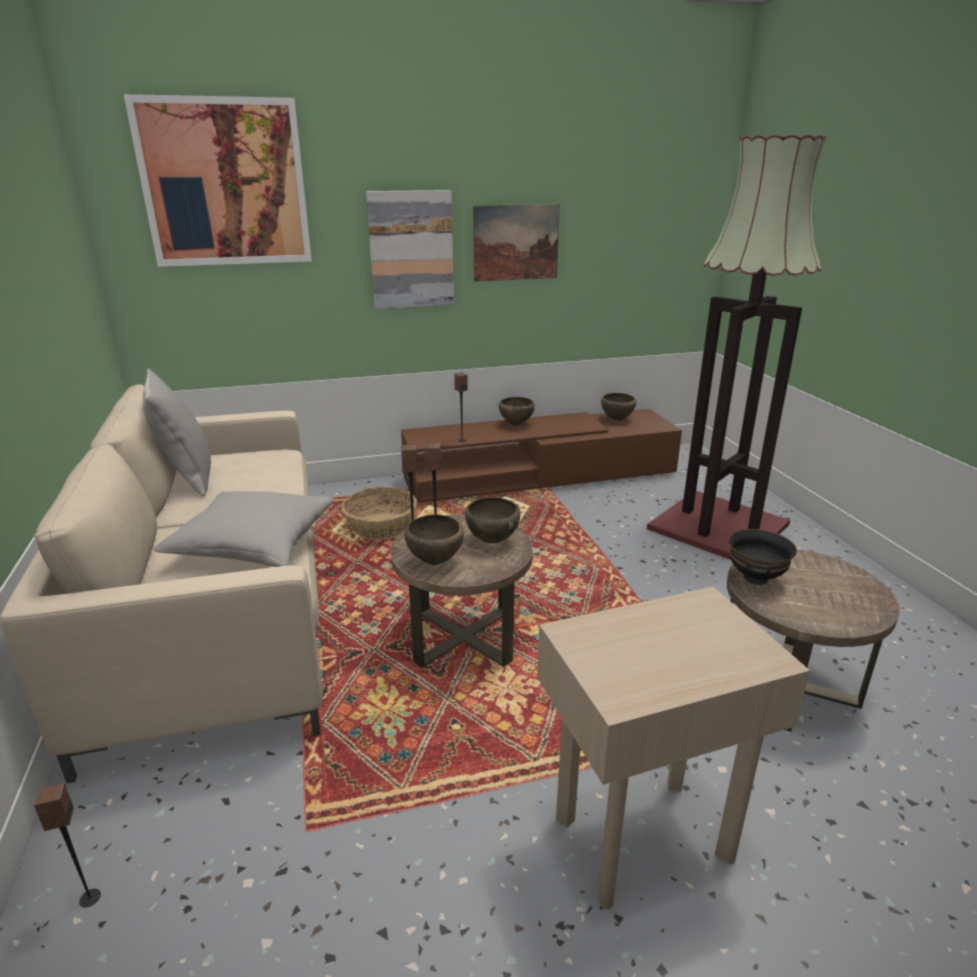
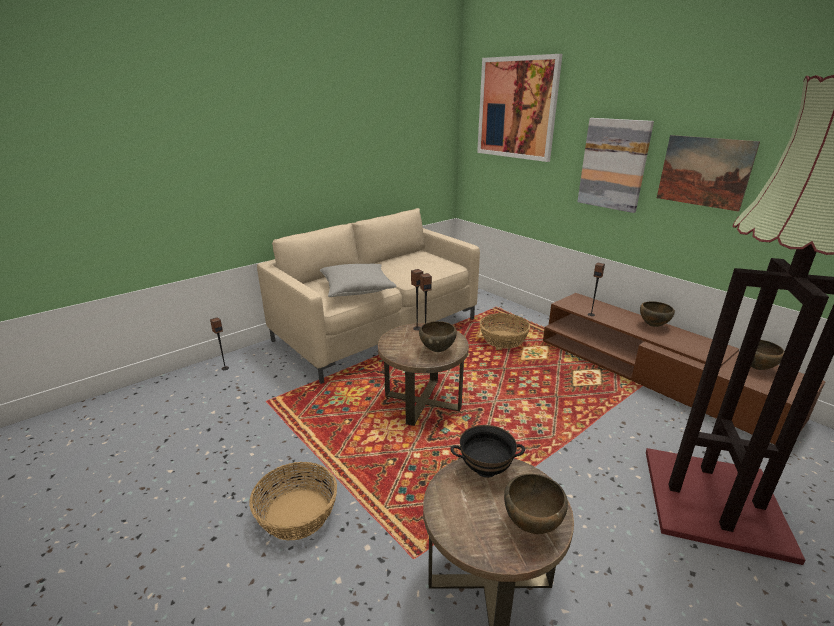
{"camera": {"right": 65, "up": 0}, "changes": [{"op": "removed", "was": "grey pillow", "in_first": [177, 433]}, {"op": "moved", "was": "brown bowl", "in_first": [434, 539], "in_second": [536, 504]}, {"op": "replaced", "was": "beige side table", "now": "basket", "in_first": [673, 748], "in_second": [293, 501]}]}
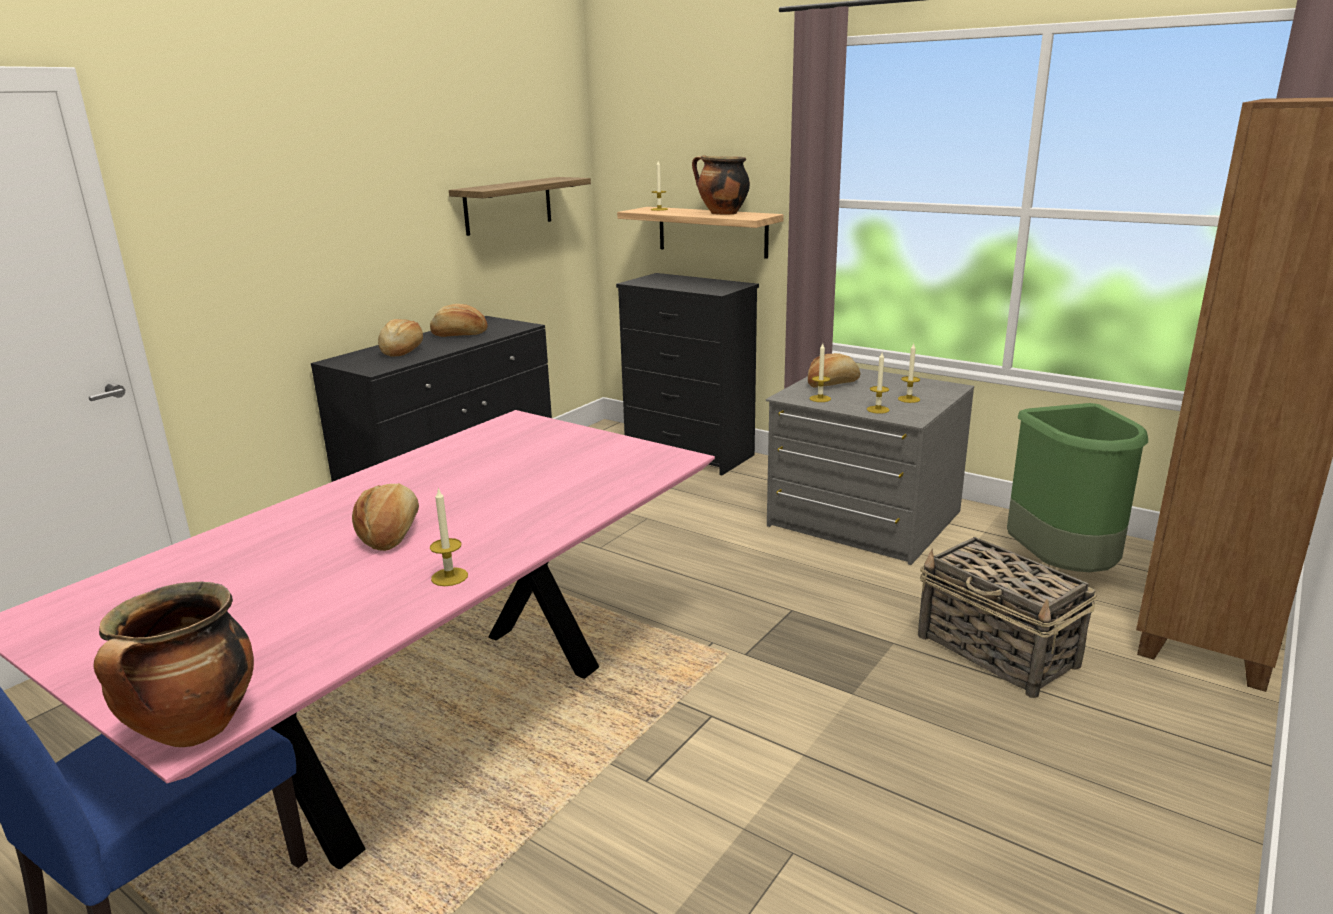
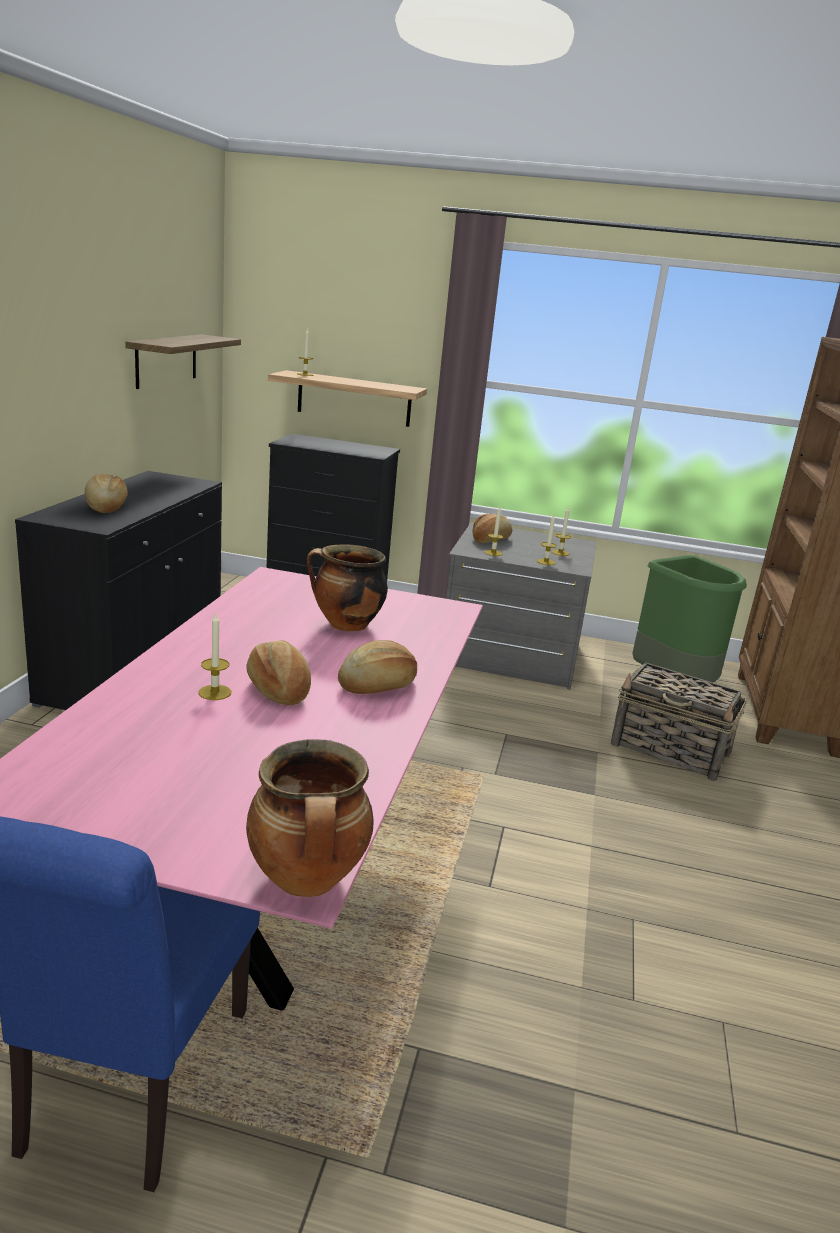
{"camera": {"right": -25, "up": 0}, "changes": [{"op": "moved", "was": "bread", "in_first": [458, 320], "in_second": [377, 667]}, {"op": "moved", "was": "candle", "in_first": [449, 536], "in_second": [215, 657]}, {"op": "moved", "was": "cooking pot", "in_first": [721, 185], "in_second": [347, 588]}]}
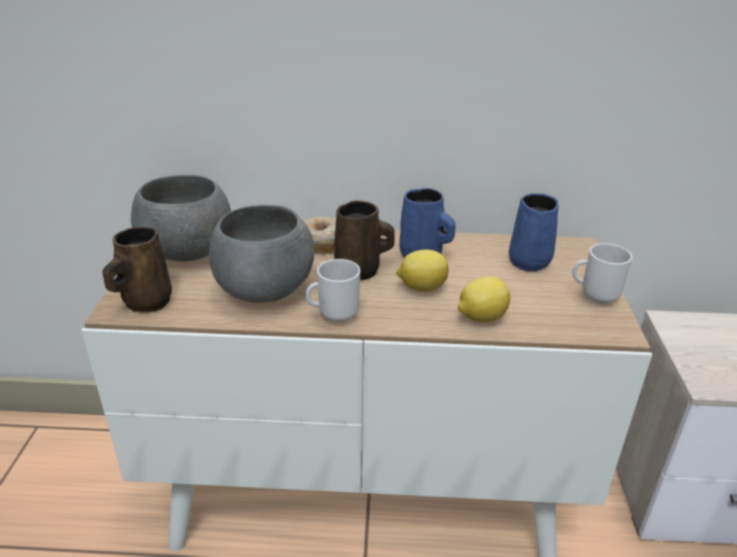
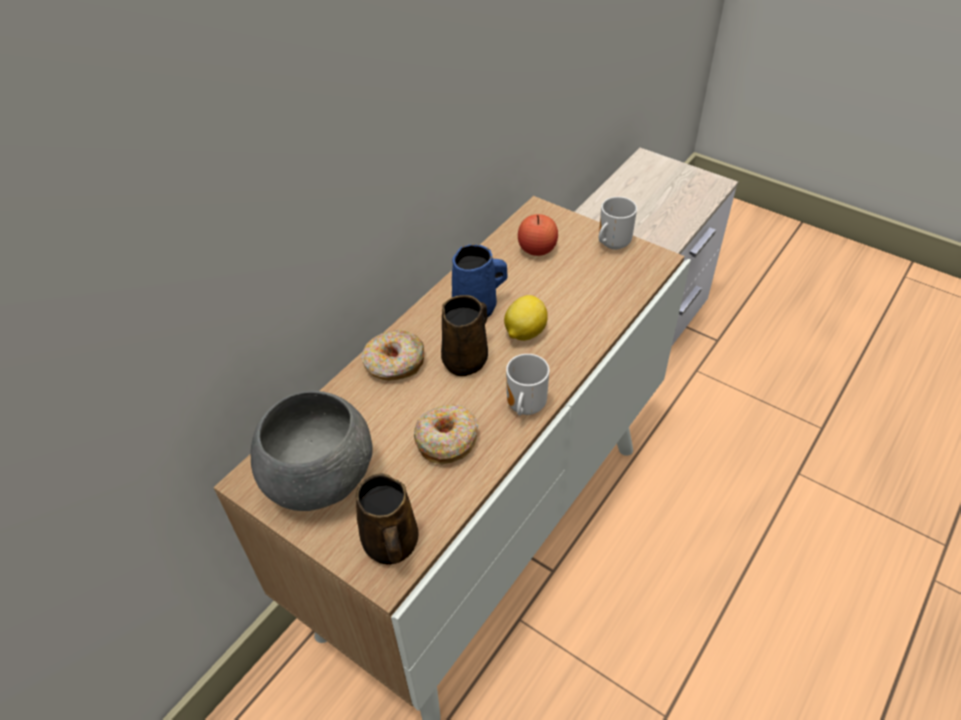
{"camera": {"right": -55, "up": 15}, "changes": [{"op": "replaced", "was": "grey bowl", "now": "donut", "in_first": [261, 254], "in_second": [446, 434]}, {"op": "removed", "was": "lemon", "in_first": [484, 299]}, {"op": "replaced", "was": "blue mug", "now": "apple", "in_first": [534, 232], "in_second": [538, 235]}]}
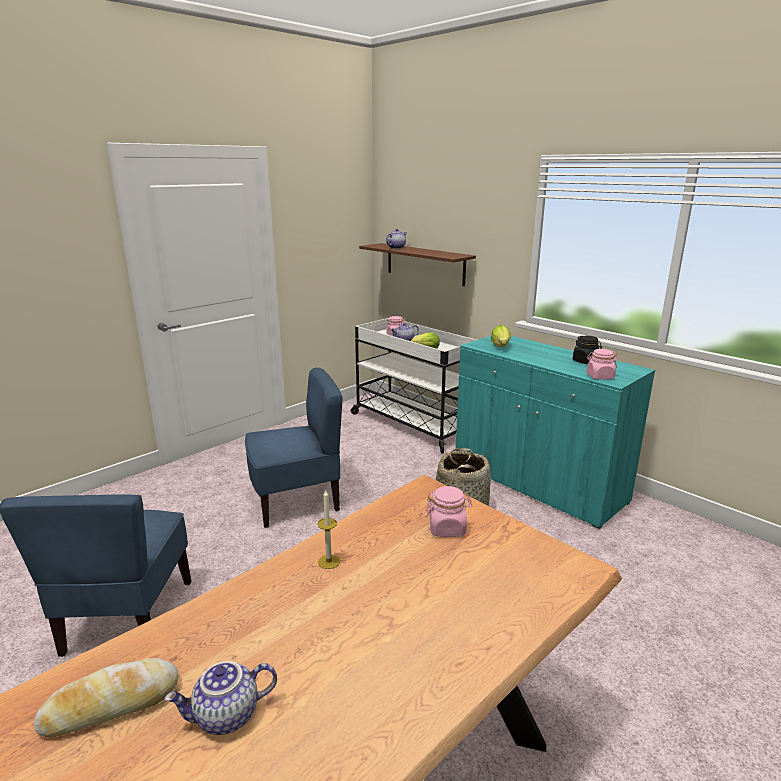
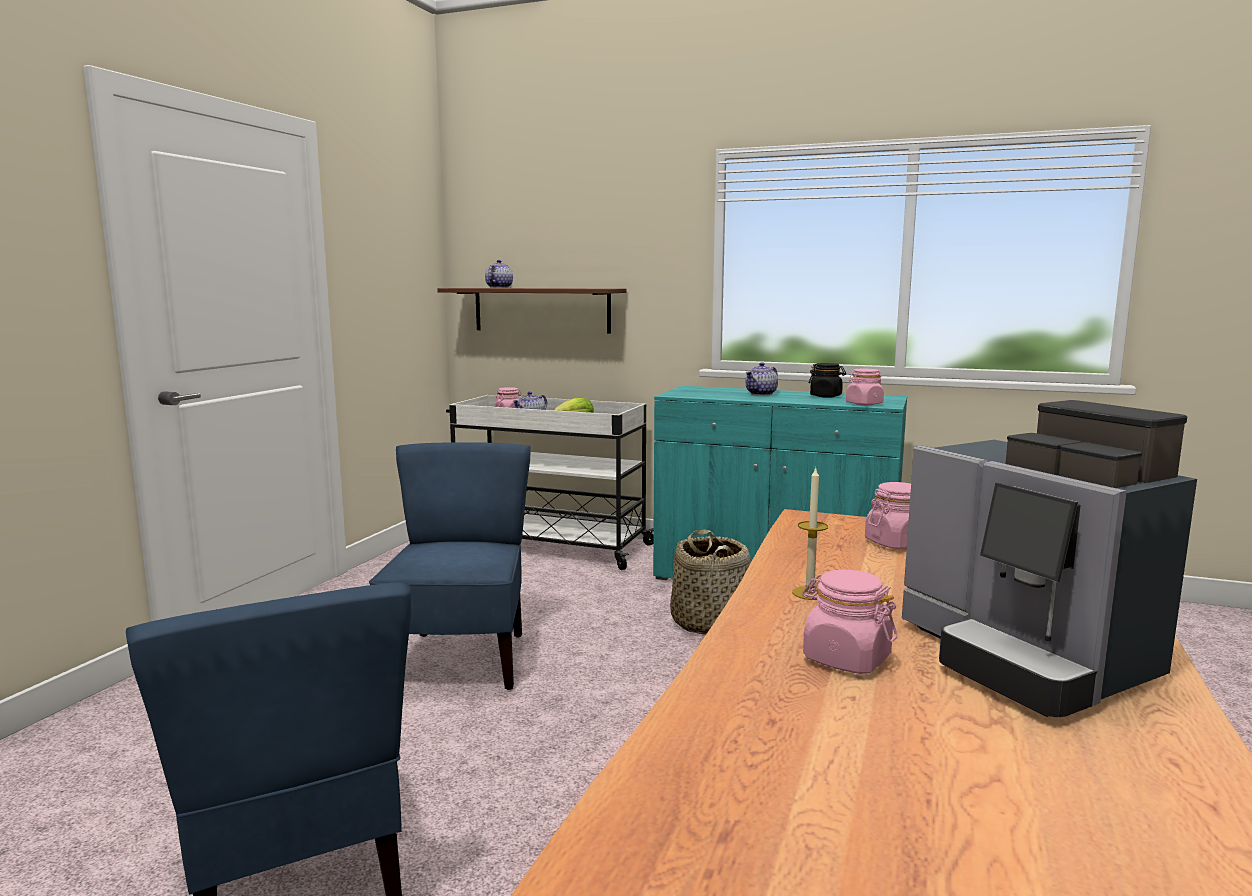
{"camera": {"right": -25, "up": -10}, "changes": [{"op": "removed", "was": "bread", "in_first": [106, 697]}, {"op": "moved", "was": "teapot", "in_first": [220, 698], "in_second": [762, 379]}, {"op": "turned", "was": "blue chair", "in_first": [293, 448], "in_second": [450, 566], "clockwise": -45}, {"op": "removed", "was": "lettuce", "in_first": [501, 336]}, {"op": "added", "now": "pink jar", "in_second": [849, 622]}, {"op": "added", "now": "coffee machine", "in_second": [1049, 559]}]}
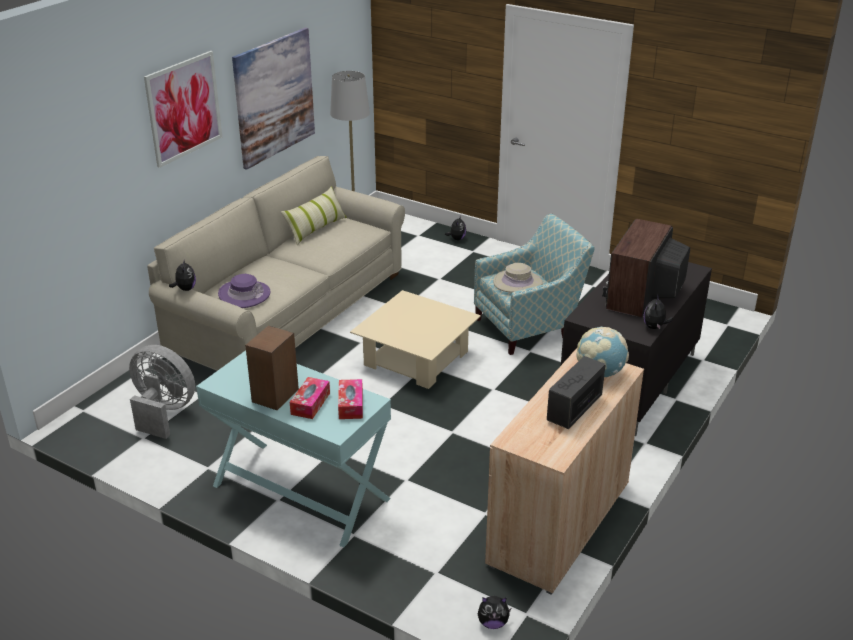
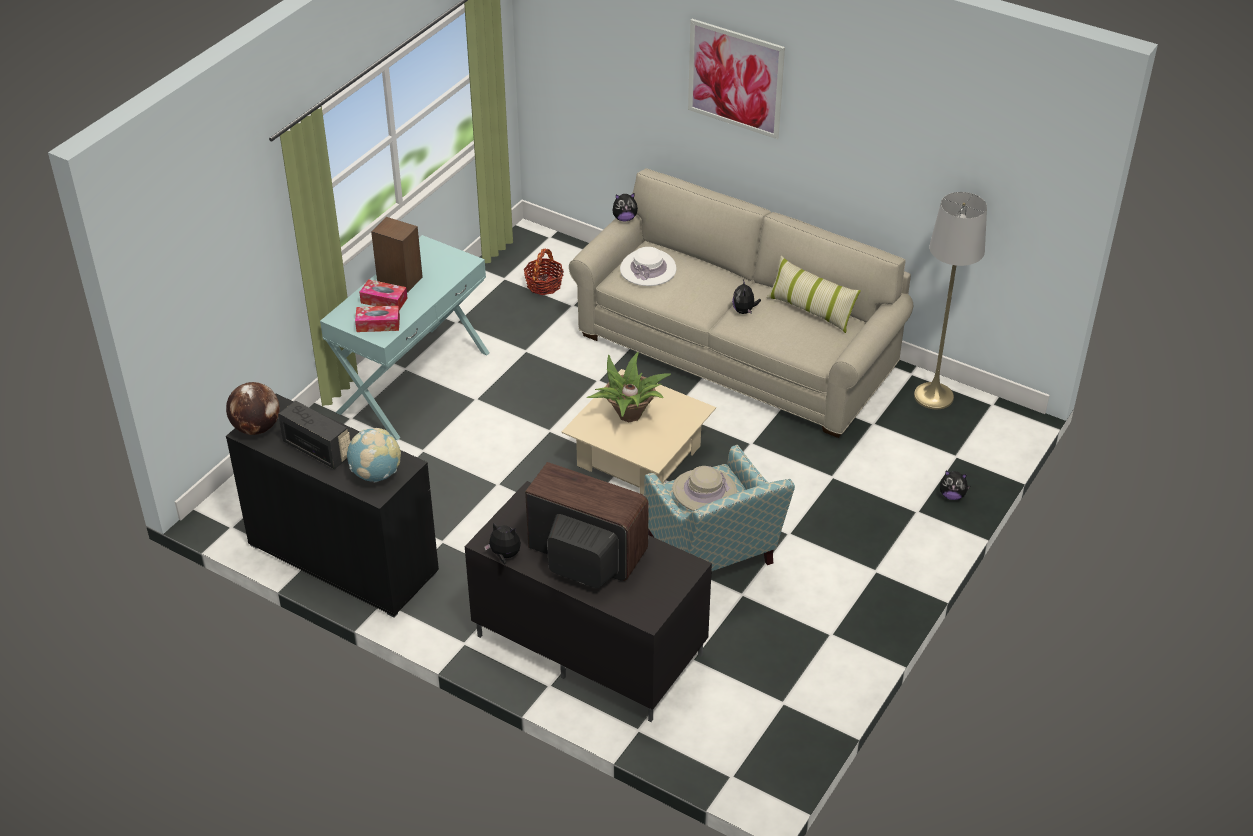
{"camera": {"right": 90, "up": 10}, "changes": [{"op": "replaced", "was": "grey fan", "now": "basket", "in_first": [162, 392], "in_second": [544, 272]}, {"op": "recoloured", "was": "purple hat", "now": "white hat", "in_first": [244, 291], "in_second": [648, 266]}, {"op": "removed", "was": "picture", "in_first": [273, 99]}, {"op": "moved", "was": "plush toy", "in_first": [494, 612], "in_second": [746, 296]}, {"op": "recoloured", "was": "beige cabinet", "now": "black cabinet", "in_first": [564, 471], "in_second": [332, 505]}, {"op": "added", "now": "globe", "in_second": [253, 408]}, {"op": "added", "now": "potted plant", "in_second": [629, 387]}]}
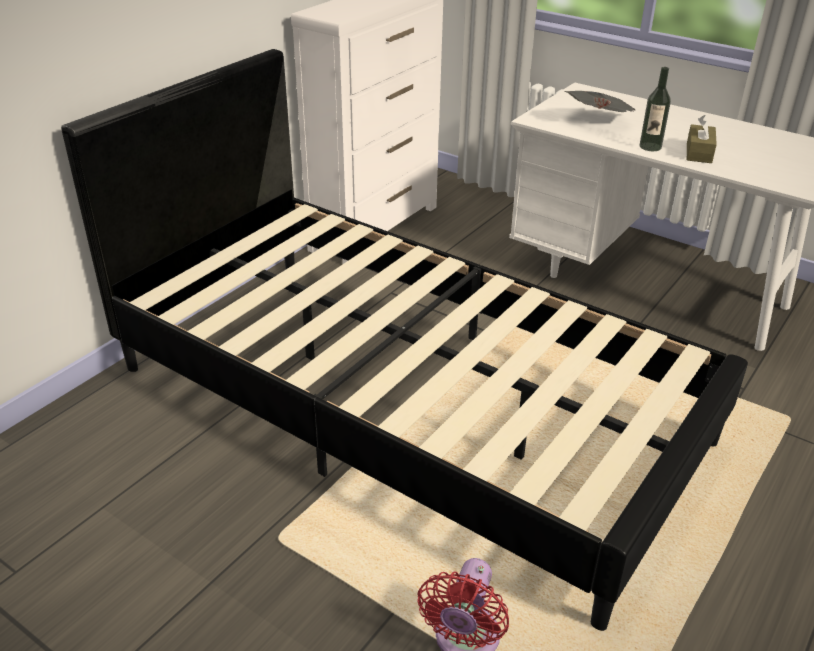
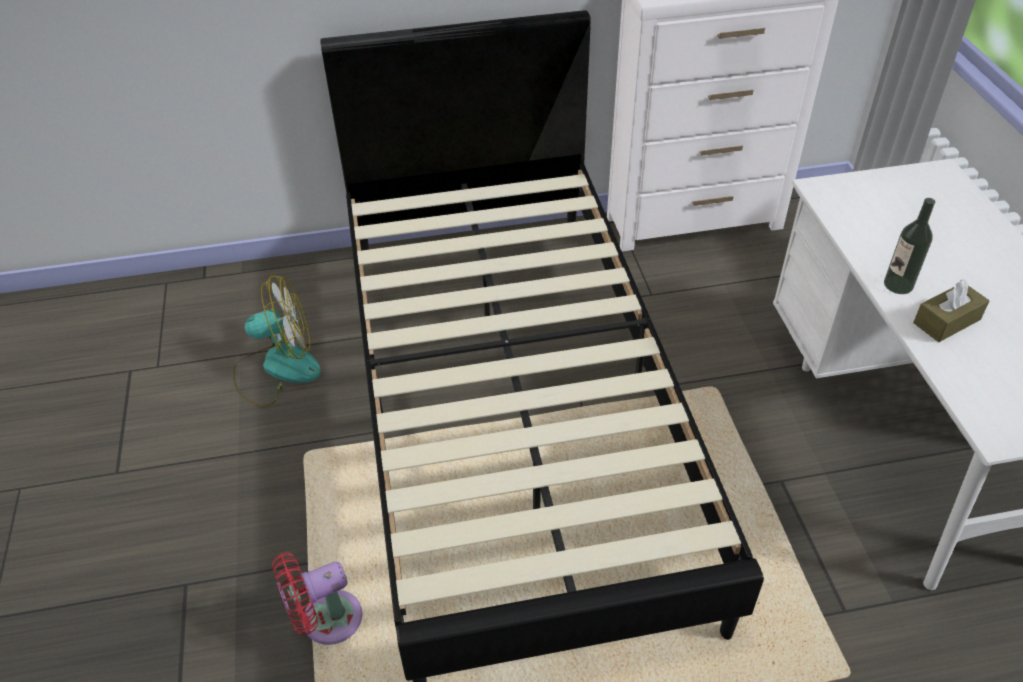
{"camera": {"right": 45, "up": 10}, "changes": [{"op": "removed", "was": "newspaper", "in_first": [600, 101]}, {"op": "added", "now": "fan", "in_second": [277, 341]}]}
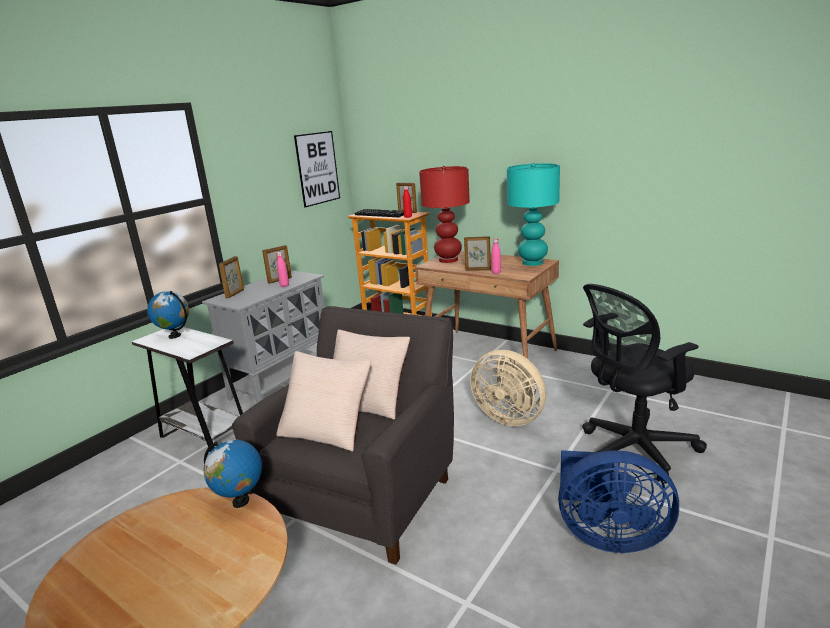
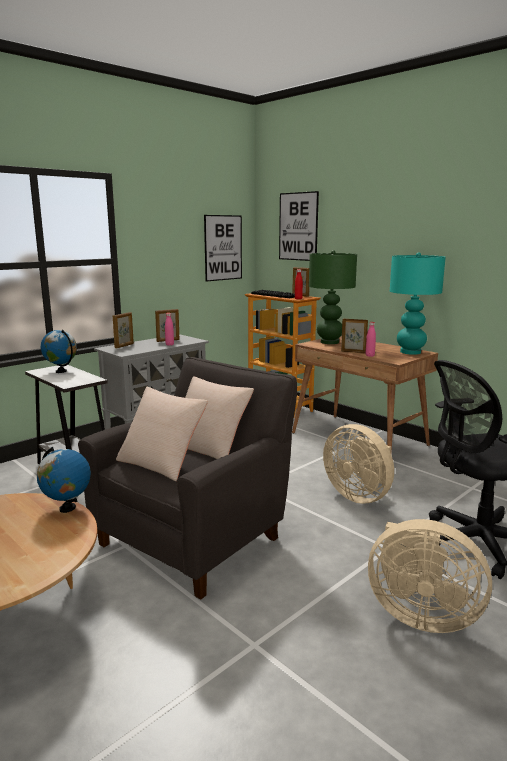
{"camera": {"right": 10, "up": -5}, "changes": [{"op": "recoloured", "was": "red table lamp", "now": "green table lamp", "in_first": [444, 214], "in_second": [333, 297]}, {"op": "recoloured", "was": "blue fan", "now": "beige fan", "in_first": [618, 501], "in_second": [430, 576]}, {"op": "added", "now": "picture", "in_second": [299, 226]}]}
